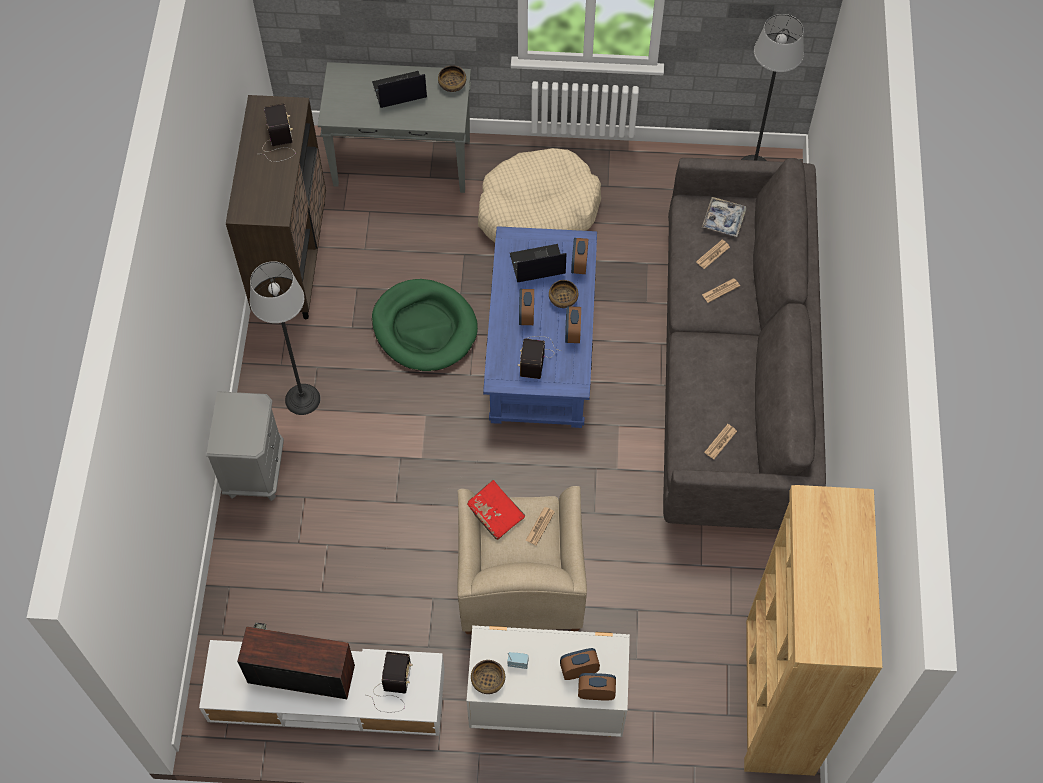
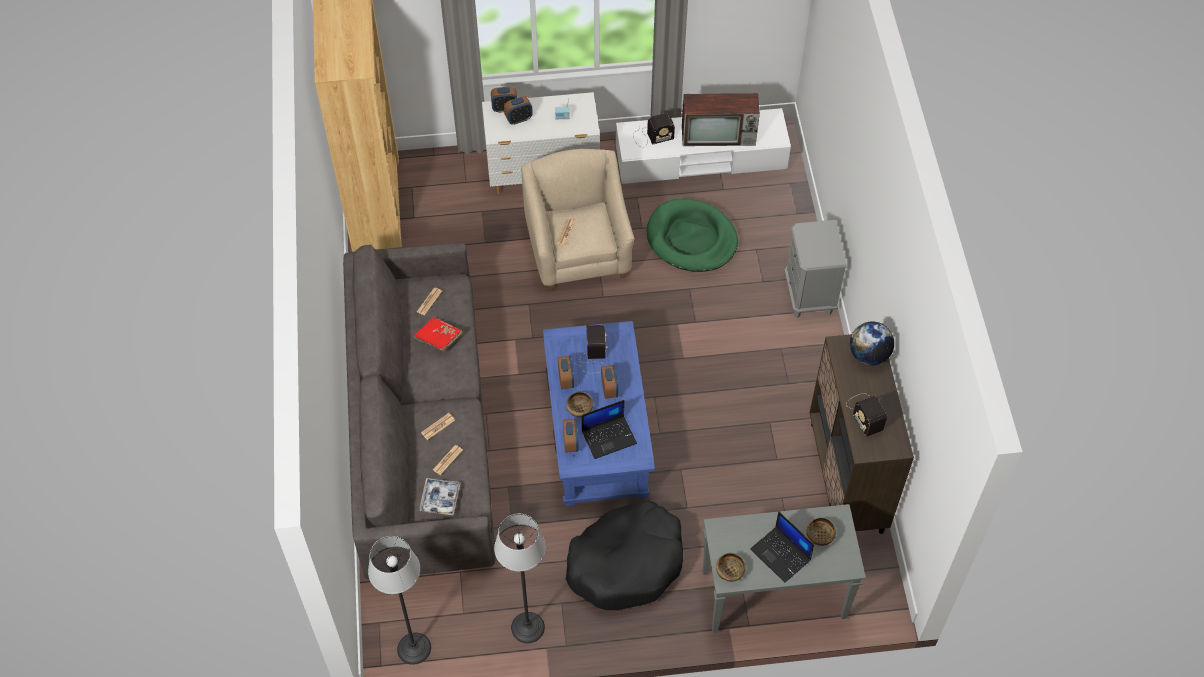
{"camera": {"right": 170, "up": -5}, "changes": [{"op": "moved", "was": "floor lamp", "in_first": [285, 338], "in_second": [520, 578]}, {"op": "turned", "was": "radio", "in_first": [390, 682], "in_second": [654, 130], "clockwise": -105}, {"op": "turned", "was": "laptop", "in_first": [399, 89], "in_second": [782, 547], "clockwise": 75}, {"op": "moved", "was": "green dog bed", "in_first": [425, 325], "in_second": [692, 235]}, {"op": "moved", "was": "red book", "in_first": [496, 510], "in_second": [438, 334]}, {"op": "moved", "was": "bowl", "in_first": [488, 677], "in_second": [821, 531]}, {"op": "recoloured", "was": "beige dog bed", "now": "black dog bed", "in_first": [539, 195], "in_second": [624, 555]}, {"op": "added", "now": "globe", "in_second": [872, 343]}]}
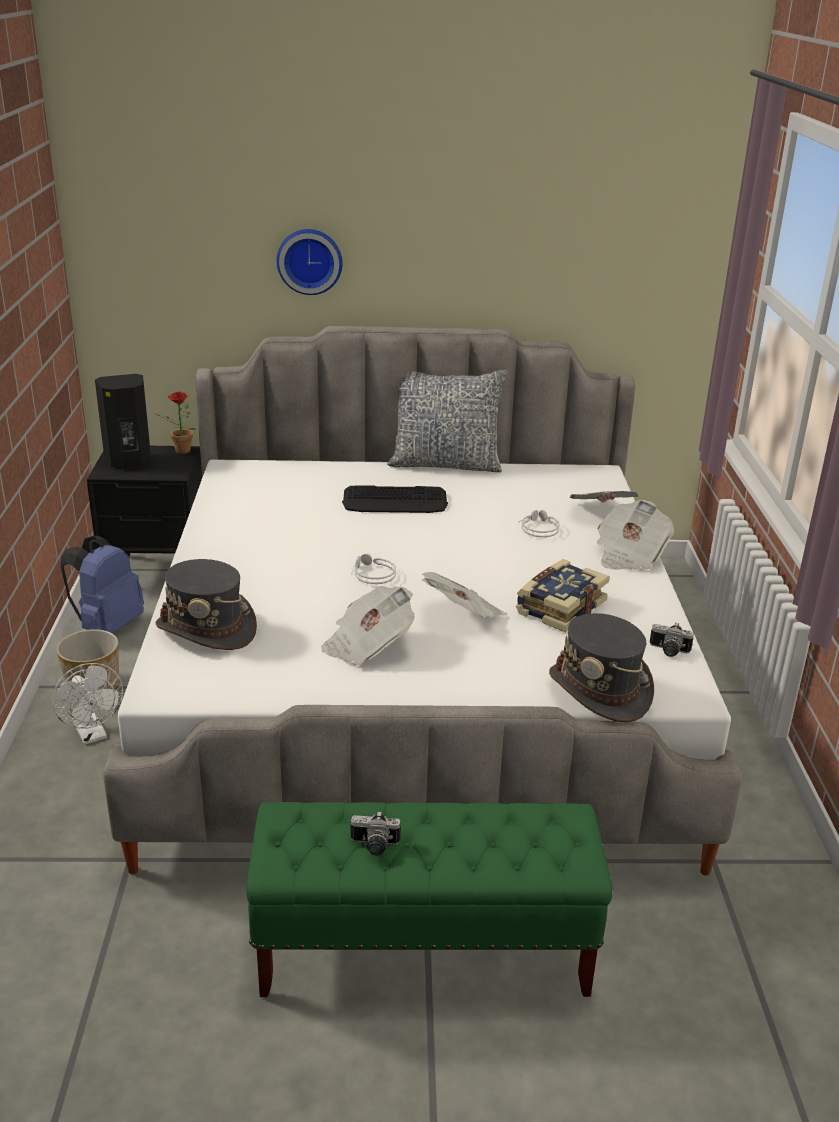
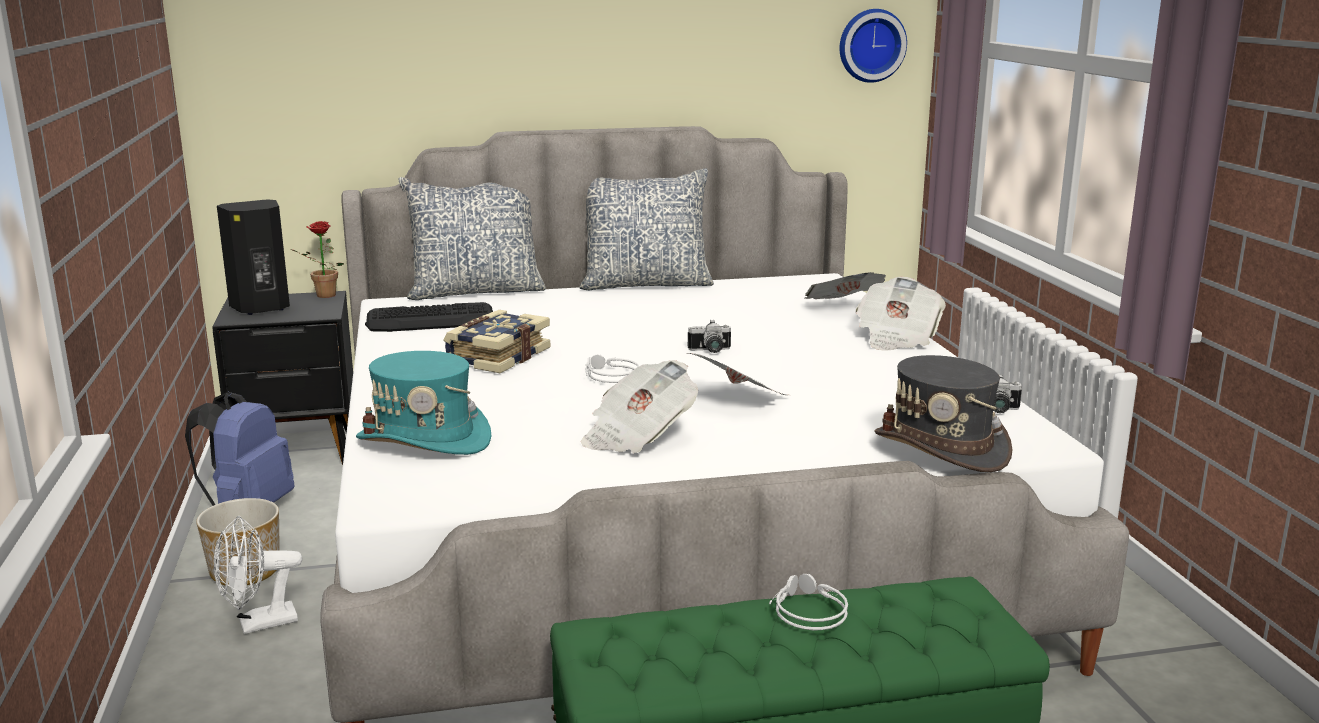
{"camera": {"right": -10, "up": -10}, "changes": [{"op": "turned", "was": "white fan", "in_first": [87, 704], "in_second": [258, 575], "clockwise": 105}, {"op": "recoloured", "was": "grey hat", "now": "turquoise hat", "in_first": [206, 604], "in_second": [423, 403]}, {"op": "moved", "was": "wall clock", "in_first": [309, 262], "in_second": [873, 46]}, {"op": "moved", "was": "keyboard", "in_first": [395, 499], "in_second": [429, 317]}, {"op": "moved", "was": "photo camera", "in_first": [376, 833], "in_second": [709, 336]}, {"op": "moved", "was": "book", "in_first": [563, 596], "in_second": [497, 341]}, {"op": "moved", "was": "grey headphones", "in_first": [539, 523], "in_second": [808, 602]}, {"op": "added", "now": "pillow", "in_second": [472, 238]}]}
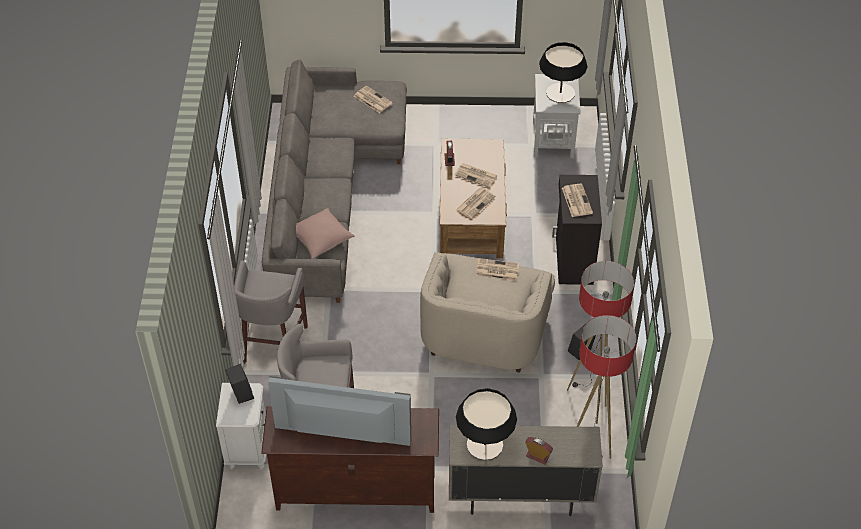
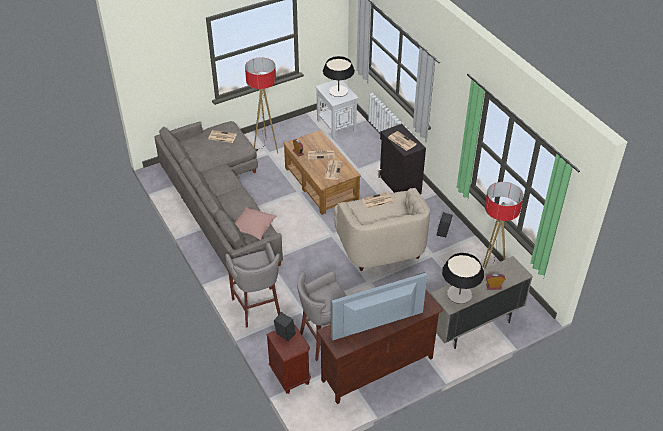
{"camera": {"right": -30, "up": -5}, "changes": [{"op": "recoloured", "was": "white nightstand", "now": "brown nightstand", "in_first": [241, 426], "in_second": [288, 359]}, {"op": "moved", "was": "floor lamp", "in_first": [600, 334], "in_second": [261, 105]}]}
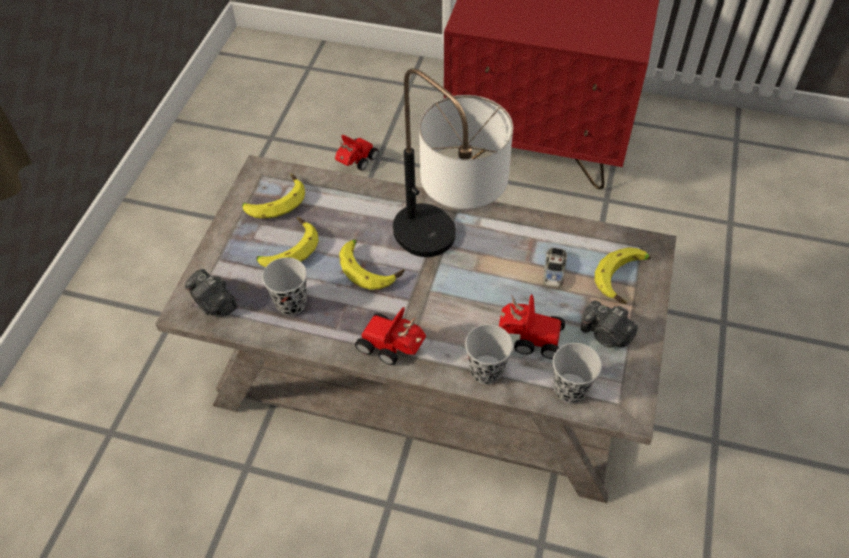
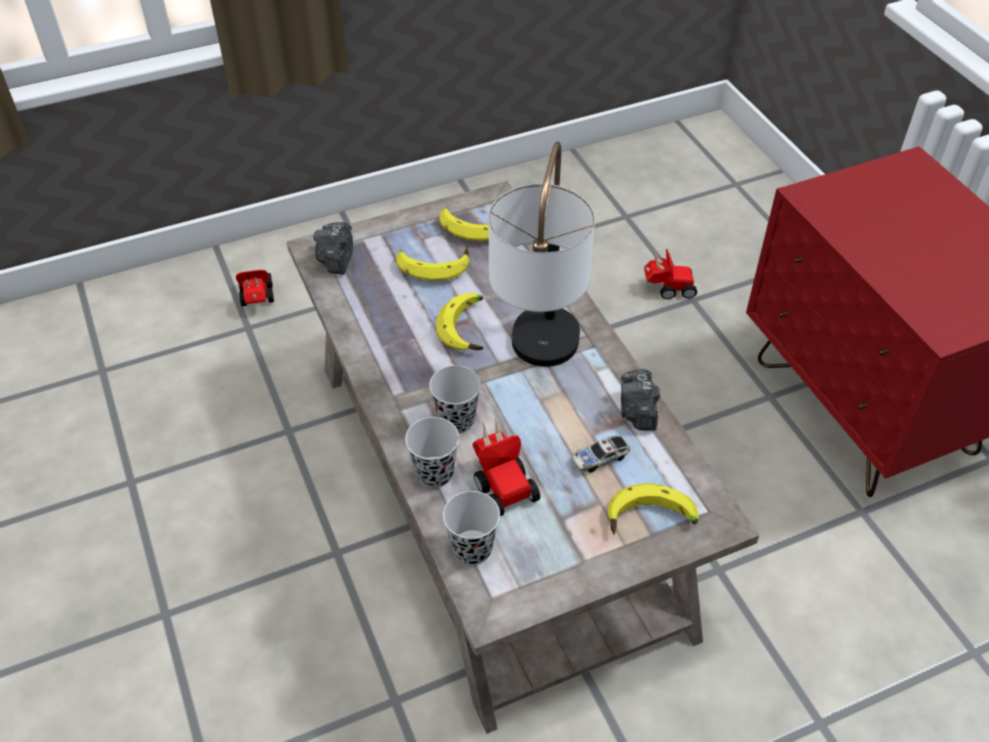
{"camera": {"right": 50, "up": -5}, "changes": [{"op": "moved", "was": "black cup", "in_first": [284, 286], "in_second": [455, 399]}, {"op": "moved", "was": "toy car", "in_first": [390, 336], "in_second": [255, 288]}, {"op": "moved", "was": "photo camera", "in_first": [609, 324], "in_second": [640, 400]}]}
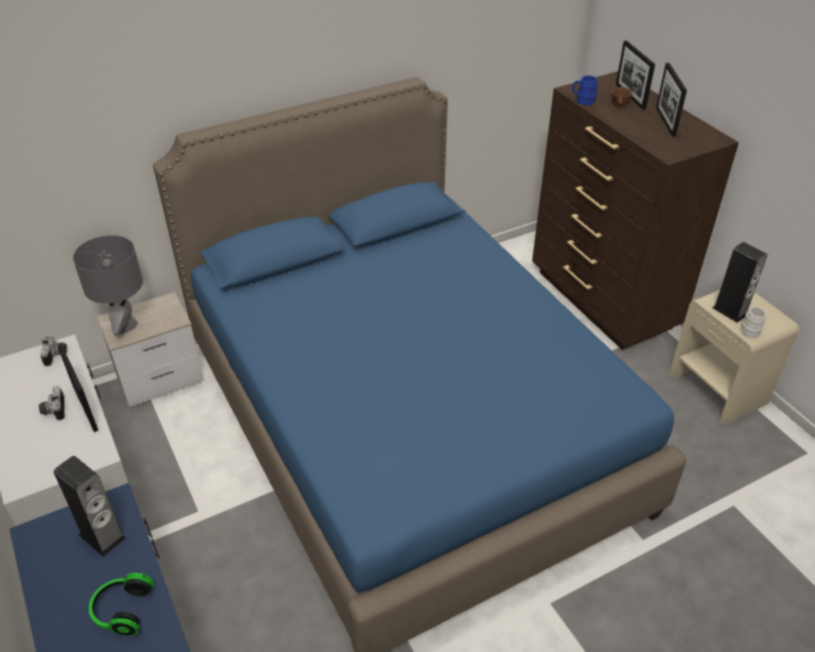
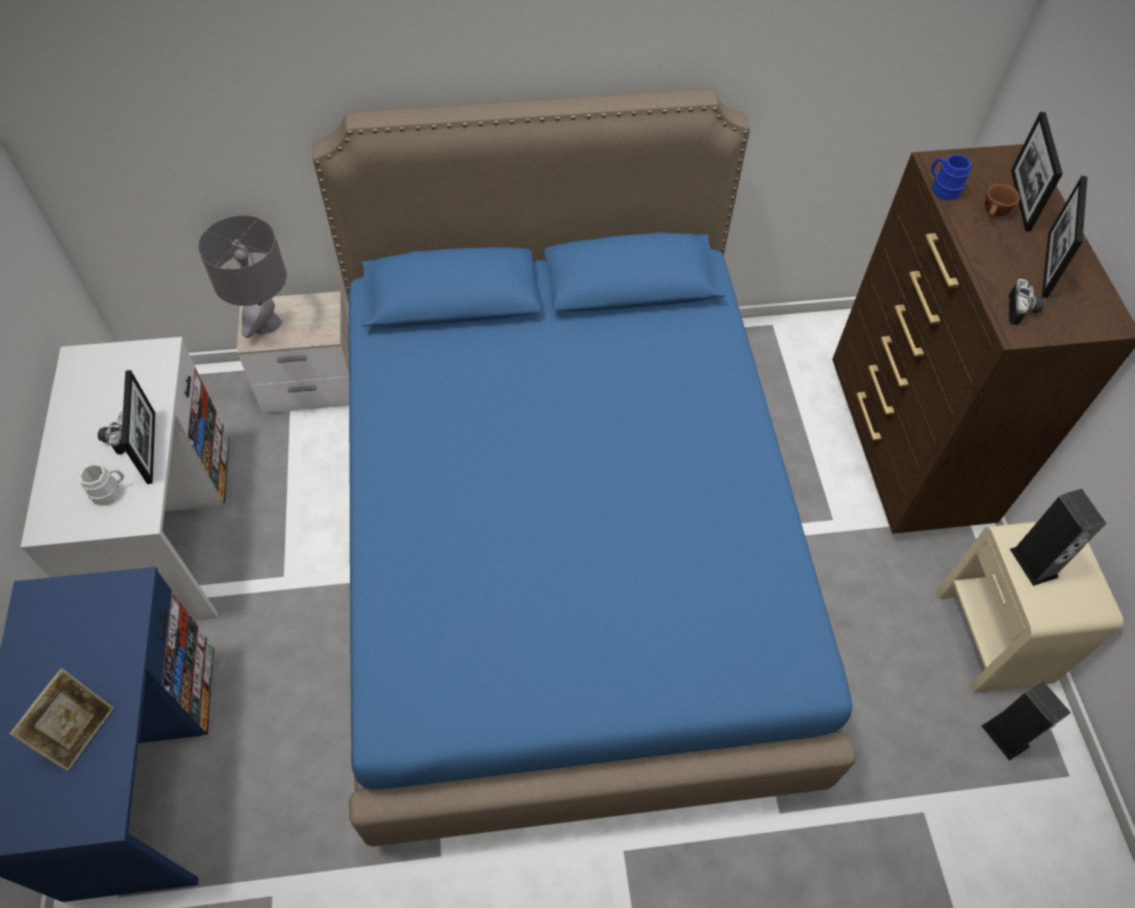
{"camera": {"right": 20, "up": 15}, "changes": [{"op": "moved", "was": "photo camera", "in_first": [53, 350], "in_second": [1027, 302]}, {"op": "moved", "was": "speaker", "in_first": [90, 506], "in_second": [1026, 721]}, {"op": "replaced", "was": "headphones", "now": "picture frame", "in_first": [121, 604], "in_second": [62, 719]}, {"op": "moved", "was": "white mug", "in_first": [753, 322], "in_second": [101, 485]}]}
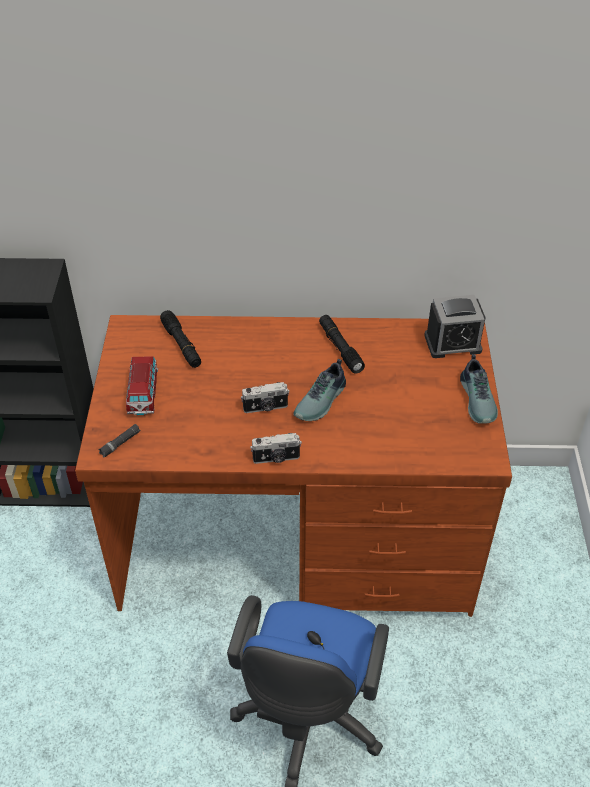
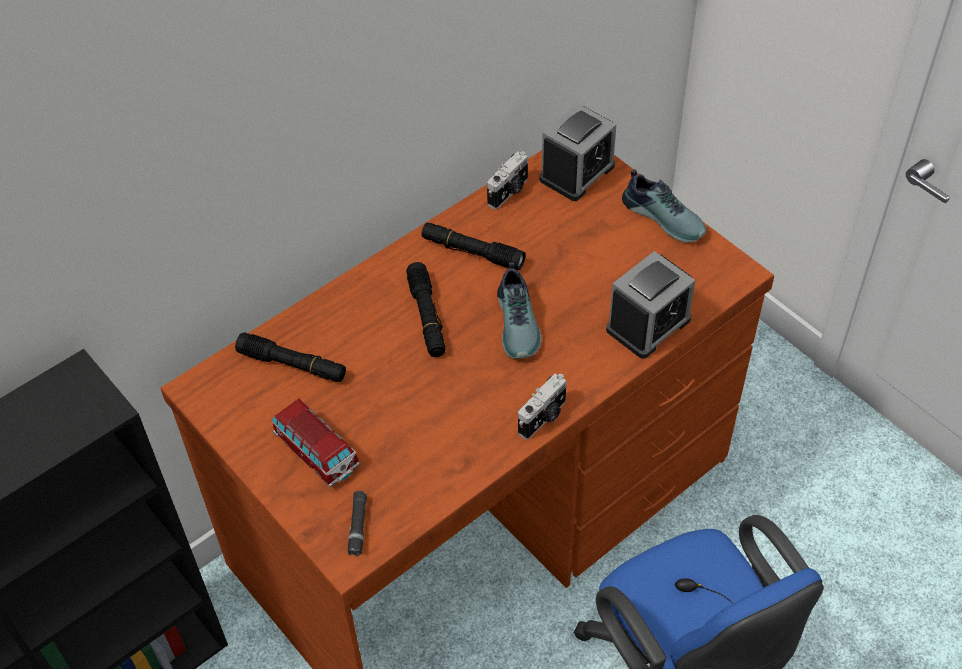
{"camera": {"right": -40, "up": 5}, "changes": [{"op": "moved", "was": "photo camera", "in_first": [265, 397], "in_second": [507, 180]}, {"op": "added", "now": "black flashlight", "in_second": [425, 309]}, {"op": "added", "now": "alarm clock", "in_second": [650, 305]}]}
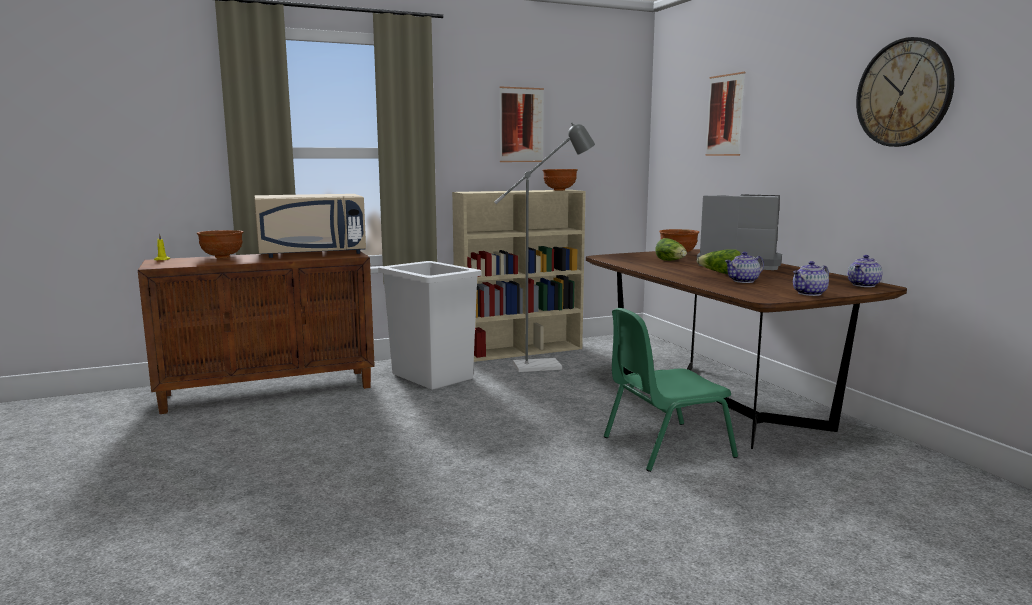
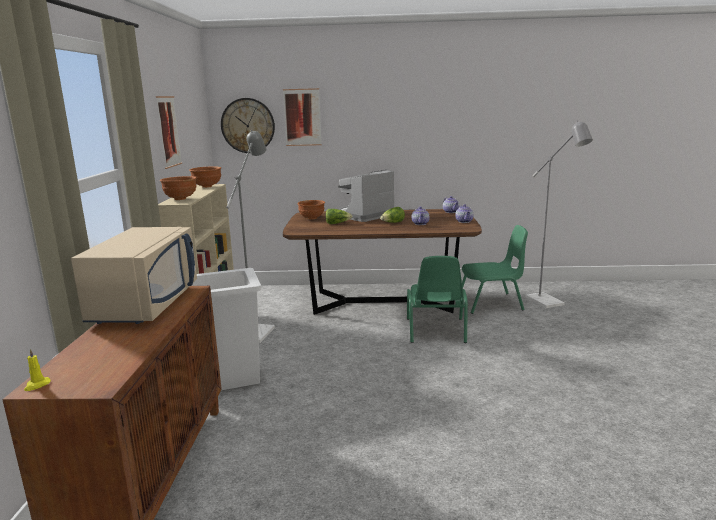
{"camera": {"right": -65, "up": 5}, "changes": [{"op": "moved", "was": "brown bowl", "in_first": [220, 244], "in_second": [178, 188]}, {"op": "moved", "was": "wall clock", "in_first": [905, 92], "in_second": [248, 125]}, {"op": "added", "now": "green chair", "in_second": [495, 269]}, {"op": "added", "now": "grey floor lamp", "in_second": [559, 214]}]}
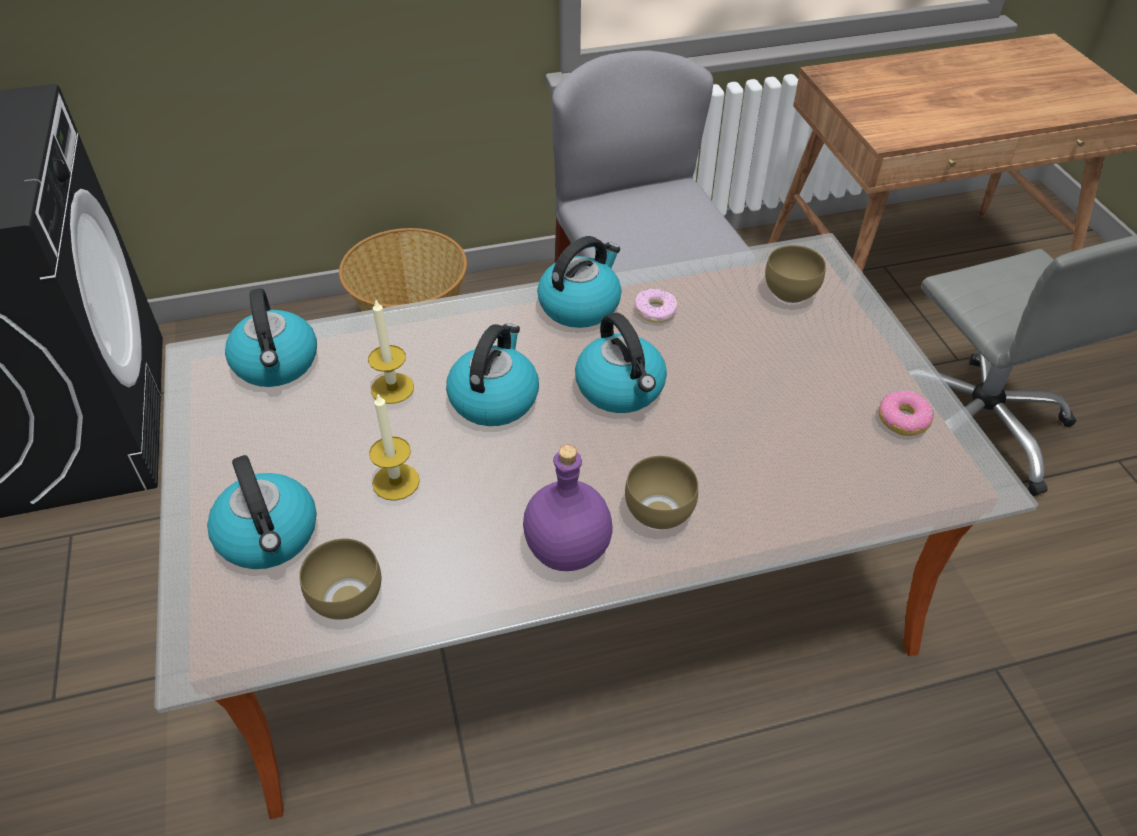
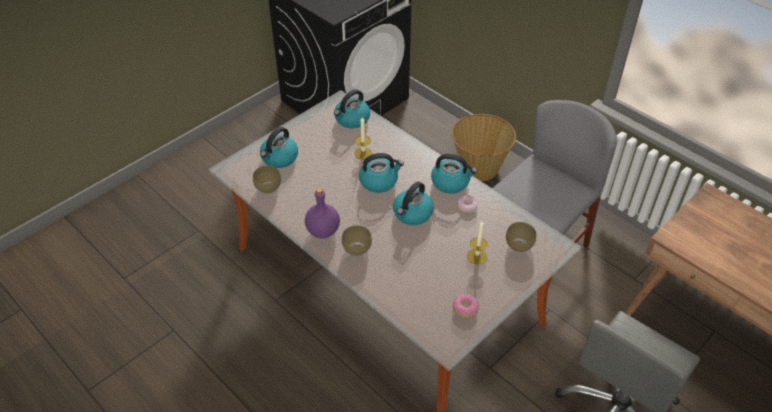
{"camera": {"right": 60, "up": 0}, "changes": [{"op": "moved", "was": "candle", "in_first": [394, 447], "in_second": [477, 243]}]}
